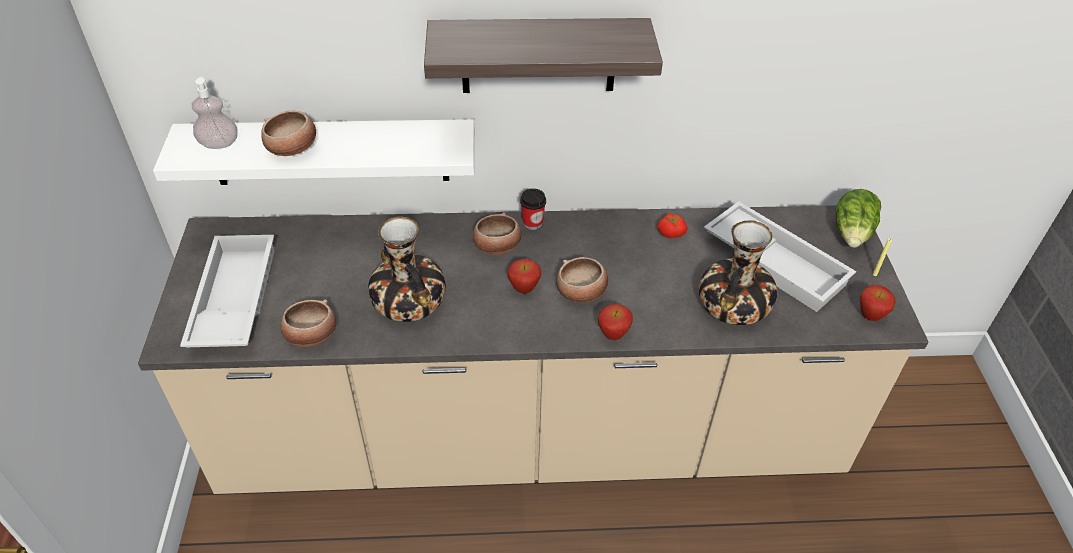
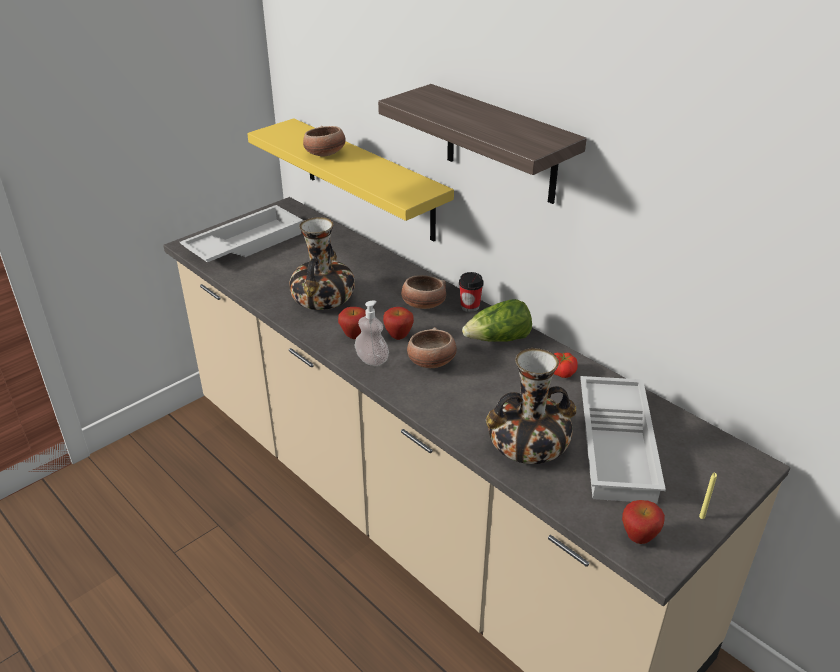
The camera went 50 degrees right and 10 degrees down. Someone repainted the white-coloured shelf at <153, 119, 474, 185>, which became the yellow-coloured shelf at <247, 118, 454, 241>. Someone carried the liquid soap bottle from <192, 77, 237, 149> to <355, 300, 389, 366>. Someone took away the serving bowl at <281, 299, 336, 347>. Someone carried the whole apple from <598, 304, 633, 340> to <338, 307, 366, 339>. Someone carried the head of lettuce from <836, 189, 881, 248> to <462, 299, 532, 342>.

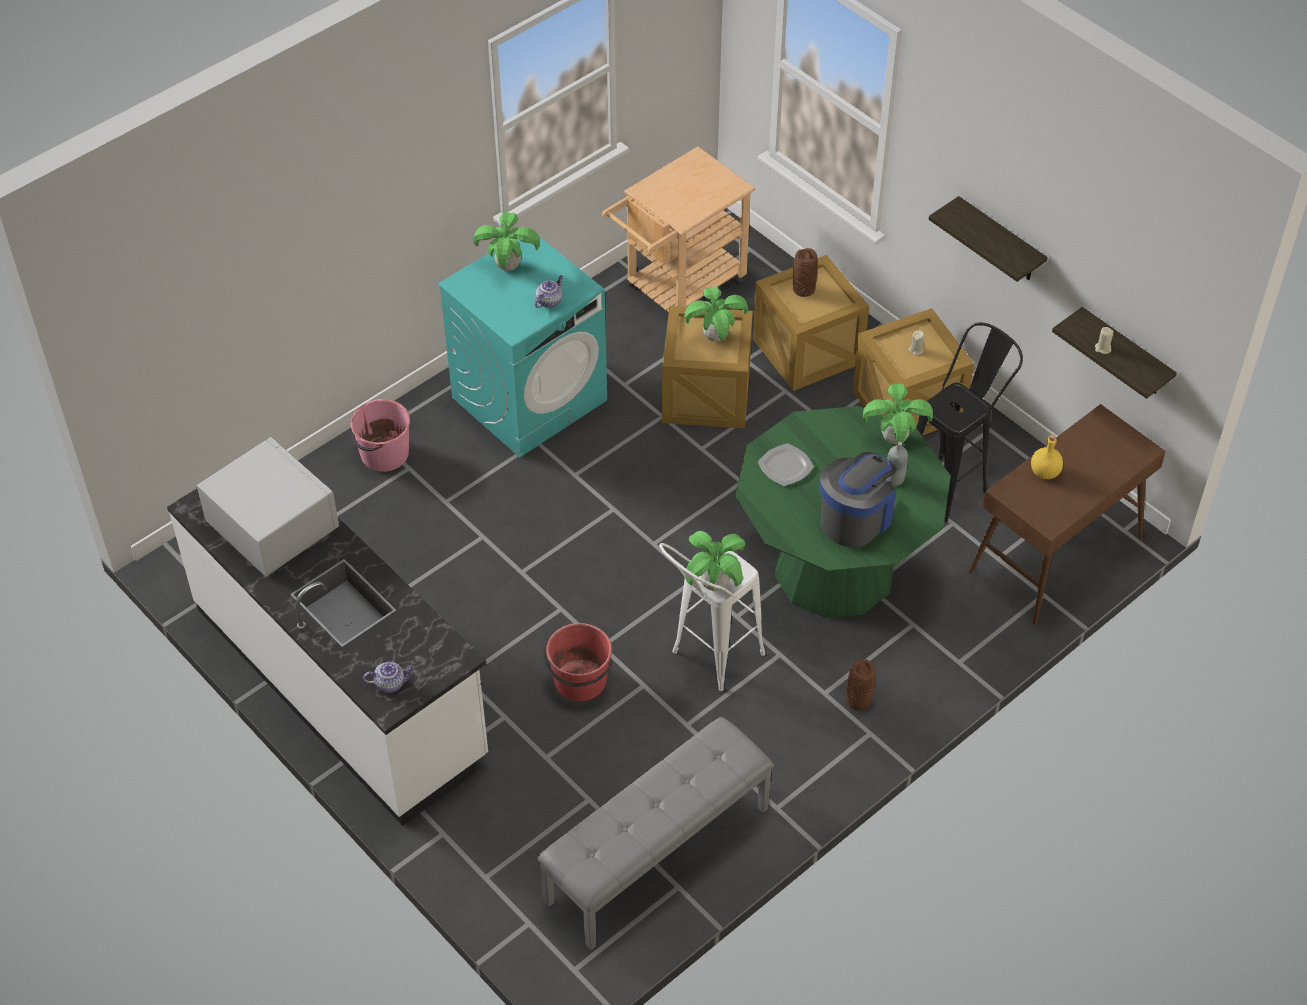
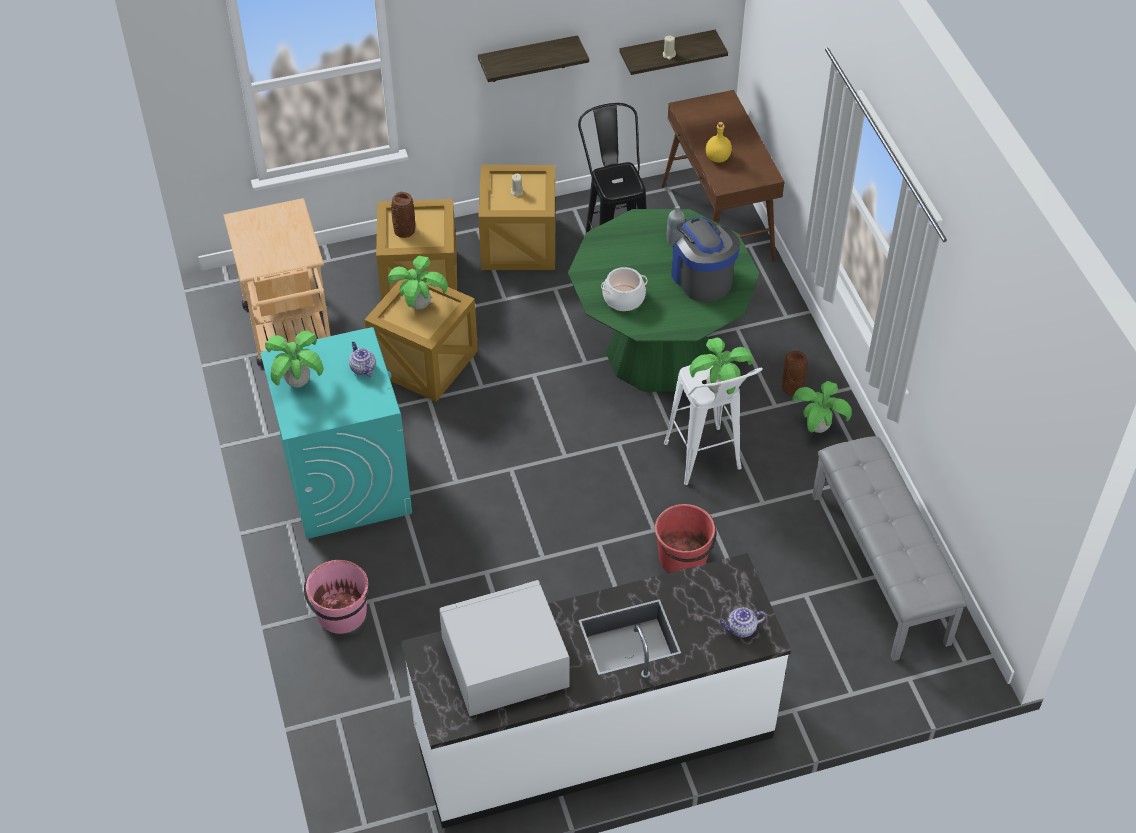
The camera went 65 degrees left and 0 degrees up. Someone rotated the pot for tea at <363, 662, 414, 693> by 120 degrees counterclockwise. Someone swapped the plate at <758, 443, 814, 486> for the saucepot at <601, 267, 647, 311>. Someone carried the potted plant from <863, 383, 933, 444> to <792, 381, 852, 433>.

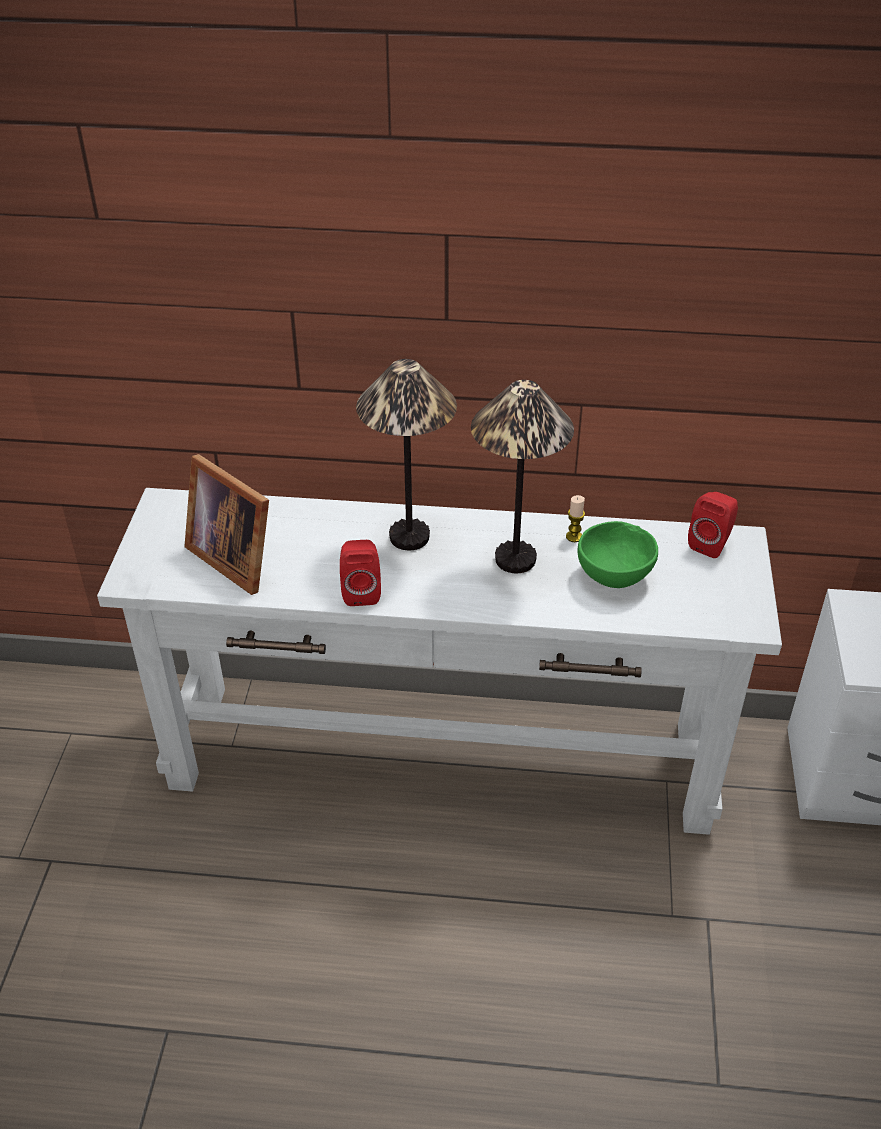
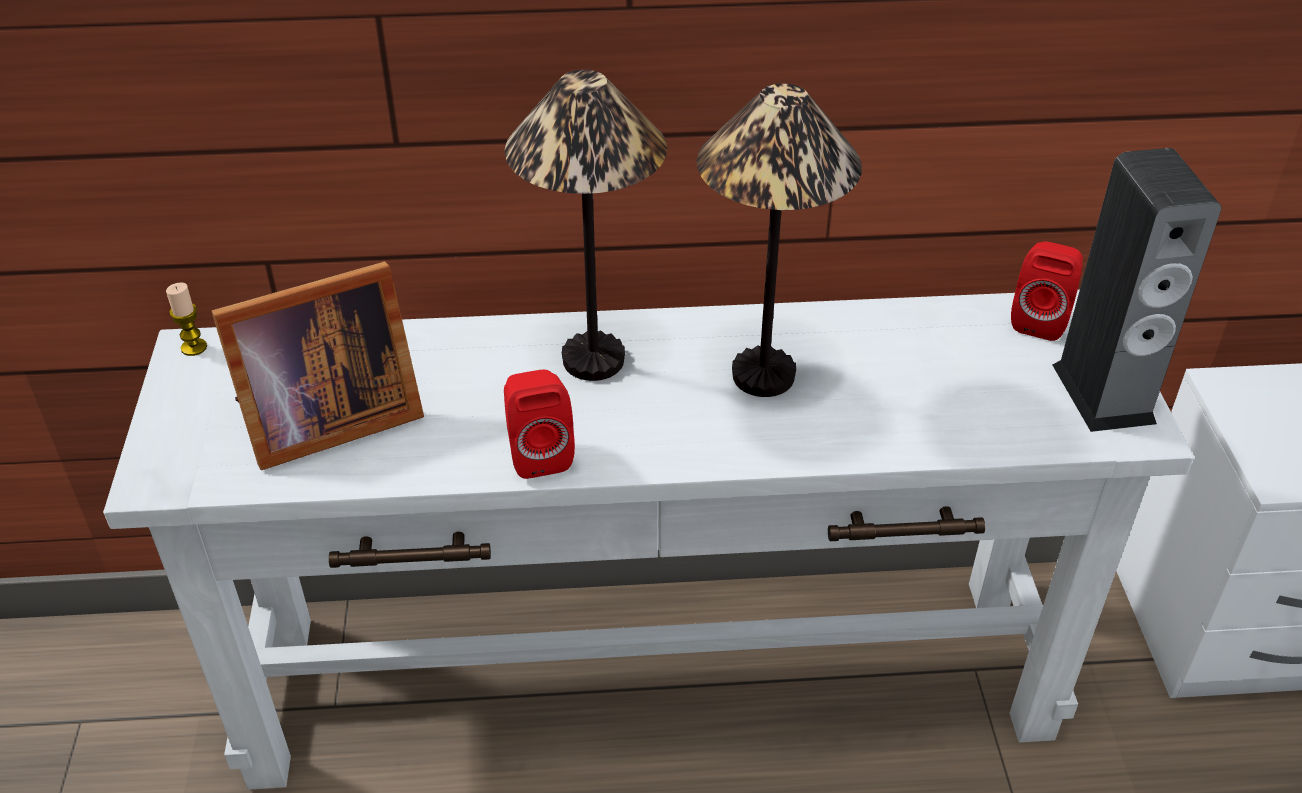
The camera went 10 degrees left and 0 degrees up. Someone rotated the picture frame at <184, 454, 269, 595> by 60 degrees counterclockwise. Someone carried the wax candle from <566, 495, 585, 542> to <166, 283, 207, 356>. Someone took away the green serving bowl at <578, 521, 658, 588>. Someone put down the speaker at <1053, 148, 1221, 432>.

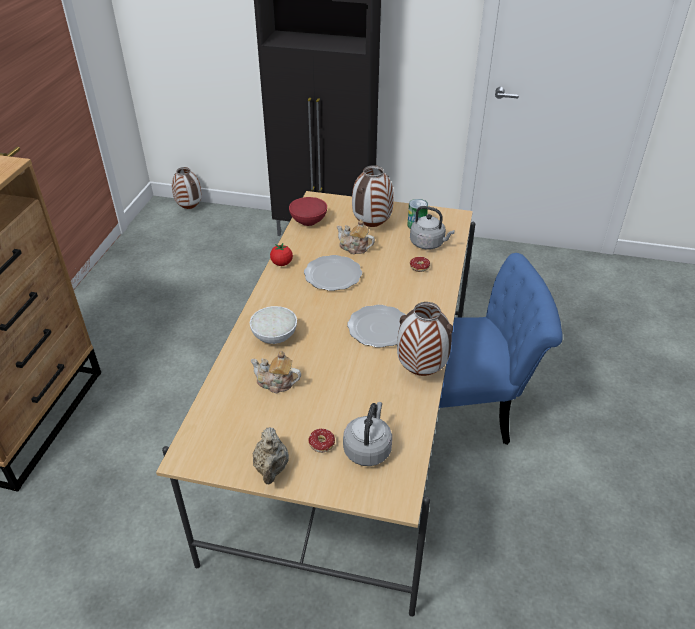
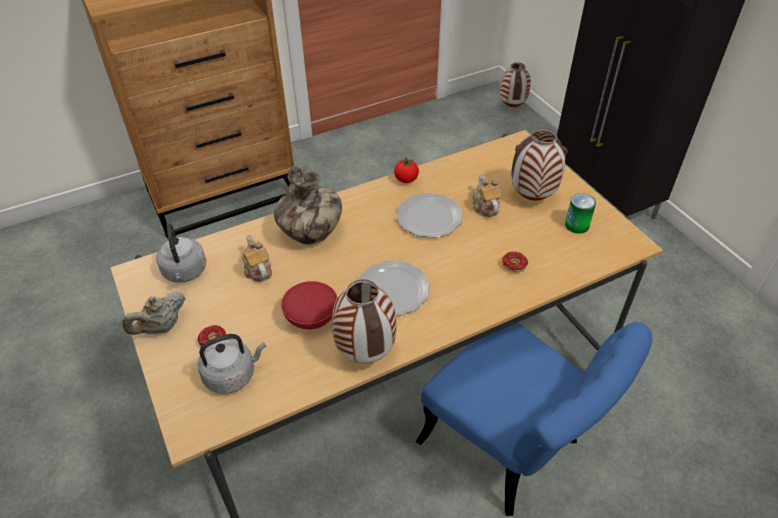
The camera went 50 degrees right and 5 degrees up. Someone swapped the white-coloured serving bowl at <250, 306, 297, 344> for the vase at <274, 165, 342, 245>. Someone carried the red-coloured serving bowl from <289, 197, 327, 226> to <281, 281, 337, 329>. Someone carried the grey kettle from <410, 206, 455, 250> to <156, 223, 206, 283>.

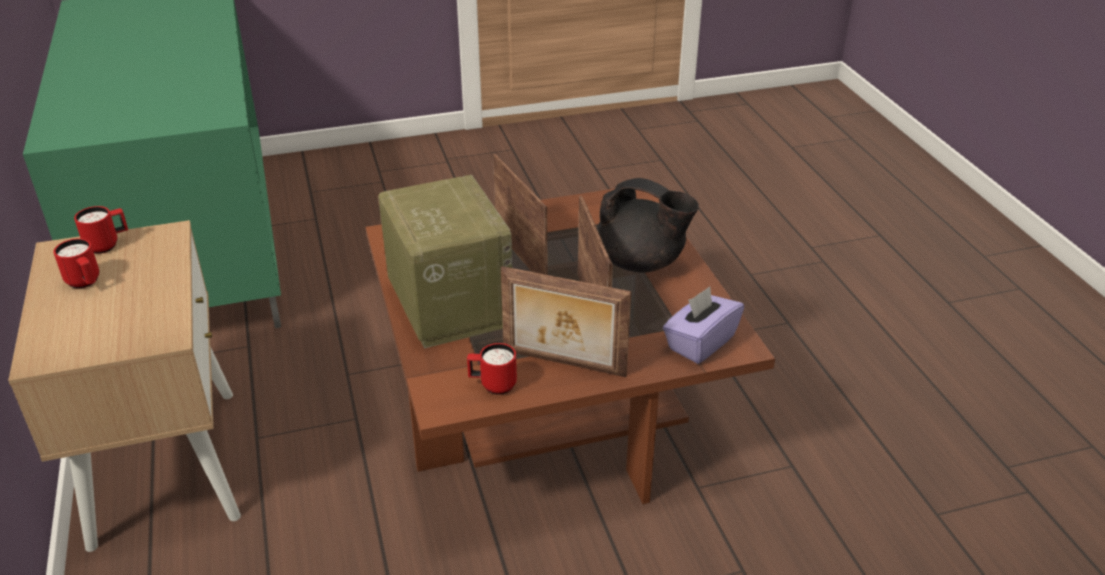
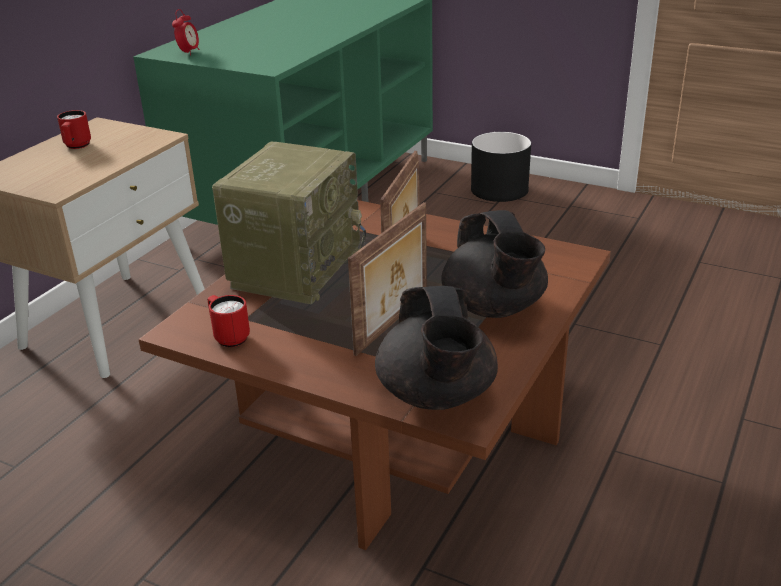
The camera went 45 degrees right and 5 degrees down. Someone took away the red-coloured mug at <74, 206, 128, 254>. Someone took away the picture frame at <501, 266, 631, 377>. Someone swapped the purple tissue box at <663, 286, 744, 364> for the black pot for tea at <375, 286, 498, 410>. Someone put down the table clock at <172, 9, 199, 56>. Someone put down the black planter at <471, 132, 531, 202>.

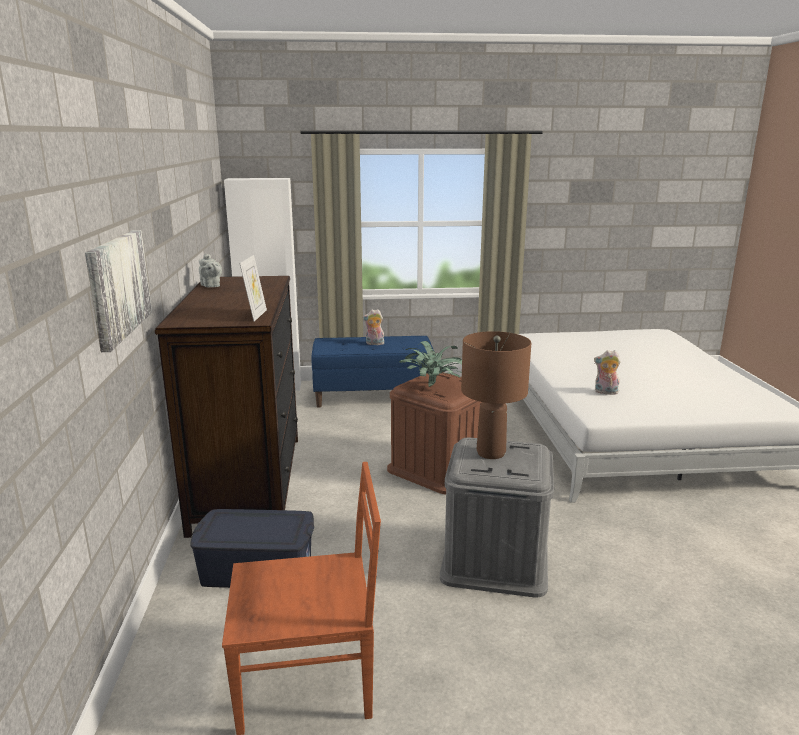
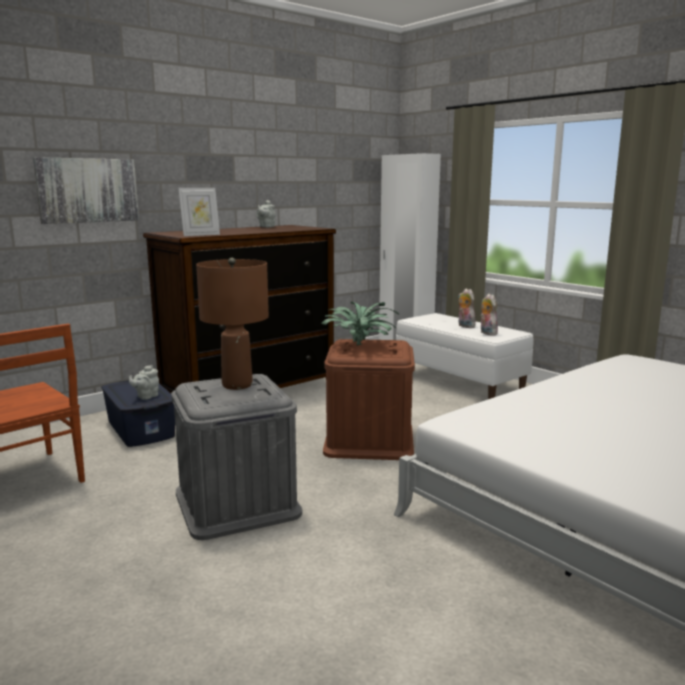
The camera went 55 degrees right and 5 degrees down. Someone repainted the bluish long seat at <311, 336, 434, 407>, which became the white-coloured long seat at <396, 313, 534, 399>. Someone carried the soft toy from <594, 350, 621, 395> to <480, 294, 498, 336>. Someone put down the grey pot for tea at <129, 365, 159, 400>.

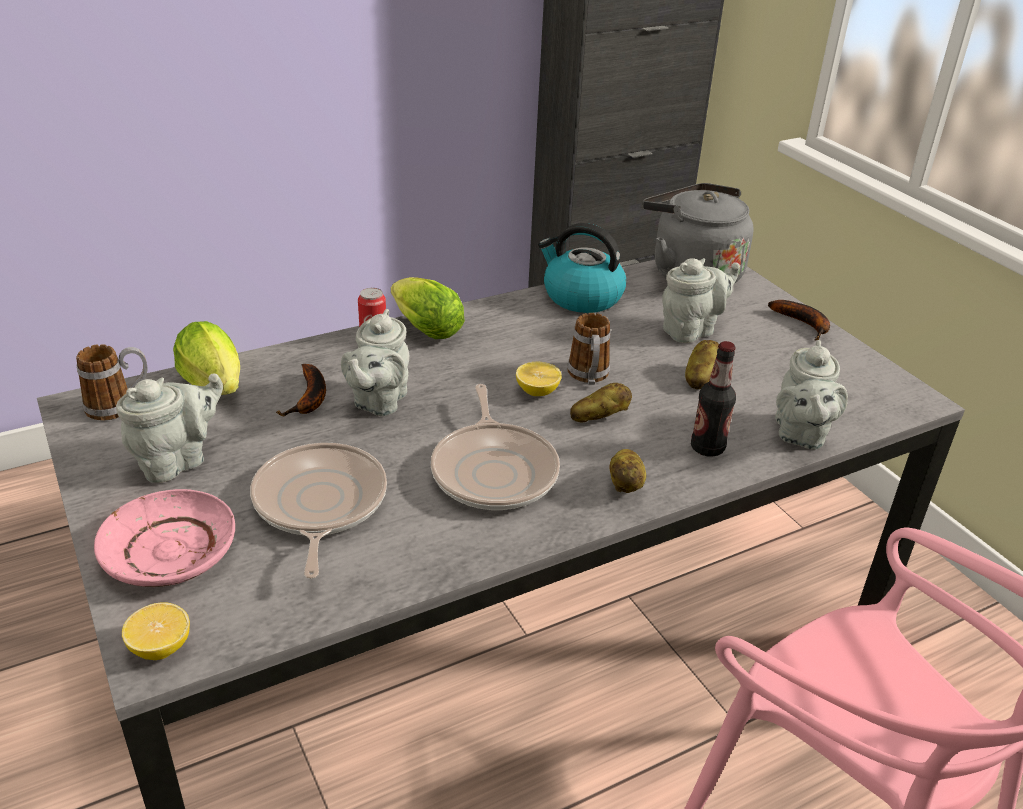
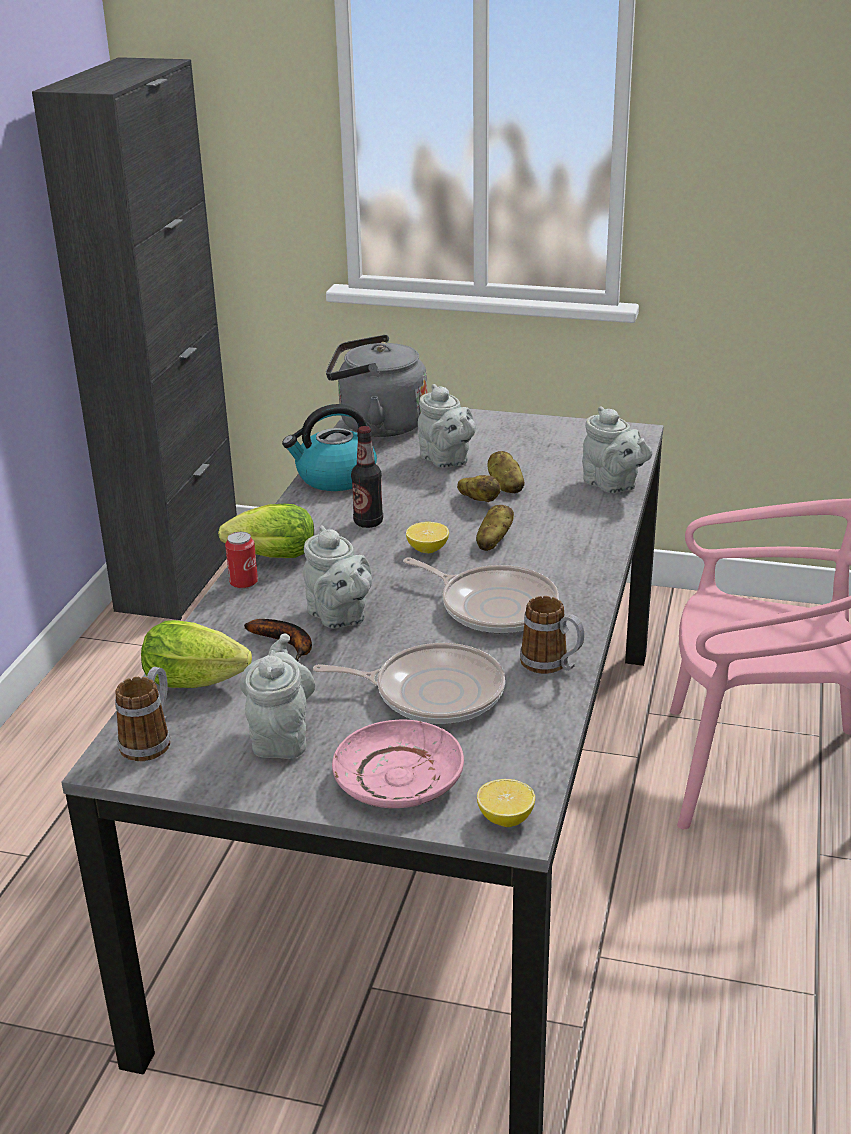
The camera went 45 degrees left and 5 degrees down. Someone rotated the pan at <250, 443, 387, 579> by 150 degrees clockwise. Someone carried the mug from <567, 313, 610, 385> to <520, 596, 584, 674>. Someone carried the whole potato from <609, 449, 646, 493> to <457, 475, 501, 502>. Someone rotated the grey pot for tea at <662, 258, 740, 343> by 135 degrees clockwise. Someone carried the beverage bottle from <691, 341, 736, 457> to <351, 426, 383, 528>. Someone took away the banana fruit at <768, 300, 830, 341>.

